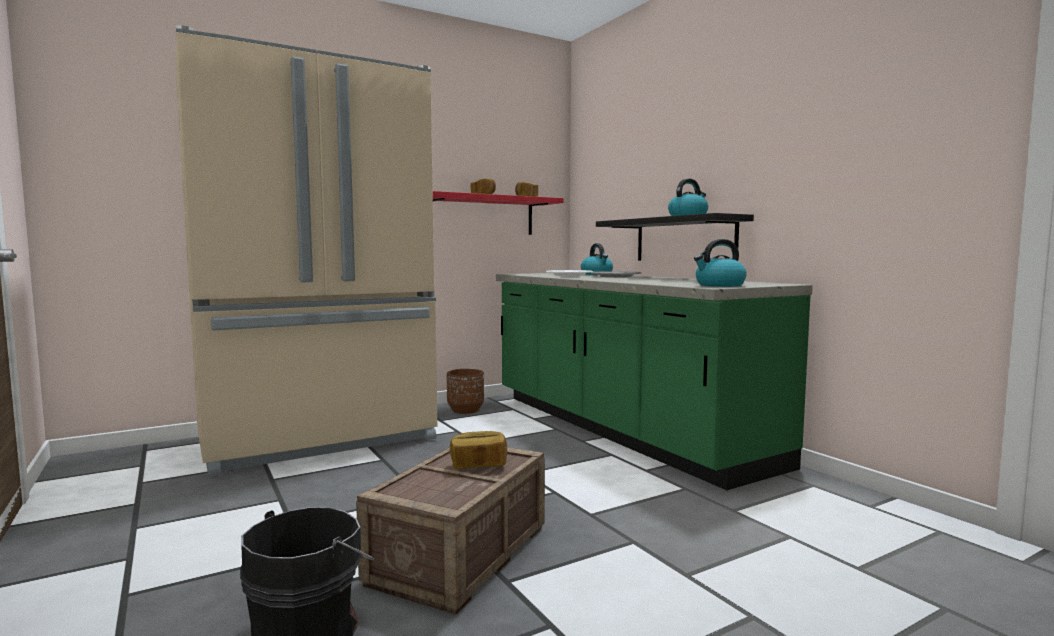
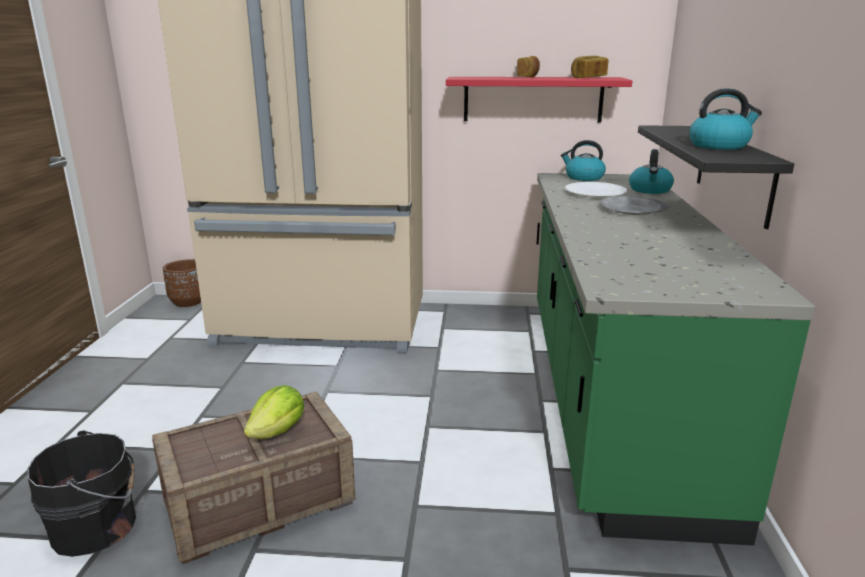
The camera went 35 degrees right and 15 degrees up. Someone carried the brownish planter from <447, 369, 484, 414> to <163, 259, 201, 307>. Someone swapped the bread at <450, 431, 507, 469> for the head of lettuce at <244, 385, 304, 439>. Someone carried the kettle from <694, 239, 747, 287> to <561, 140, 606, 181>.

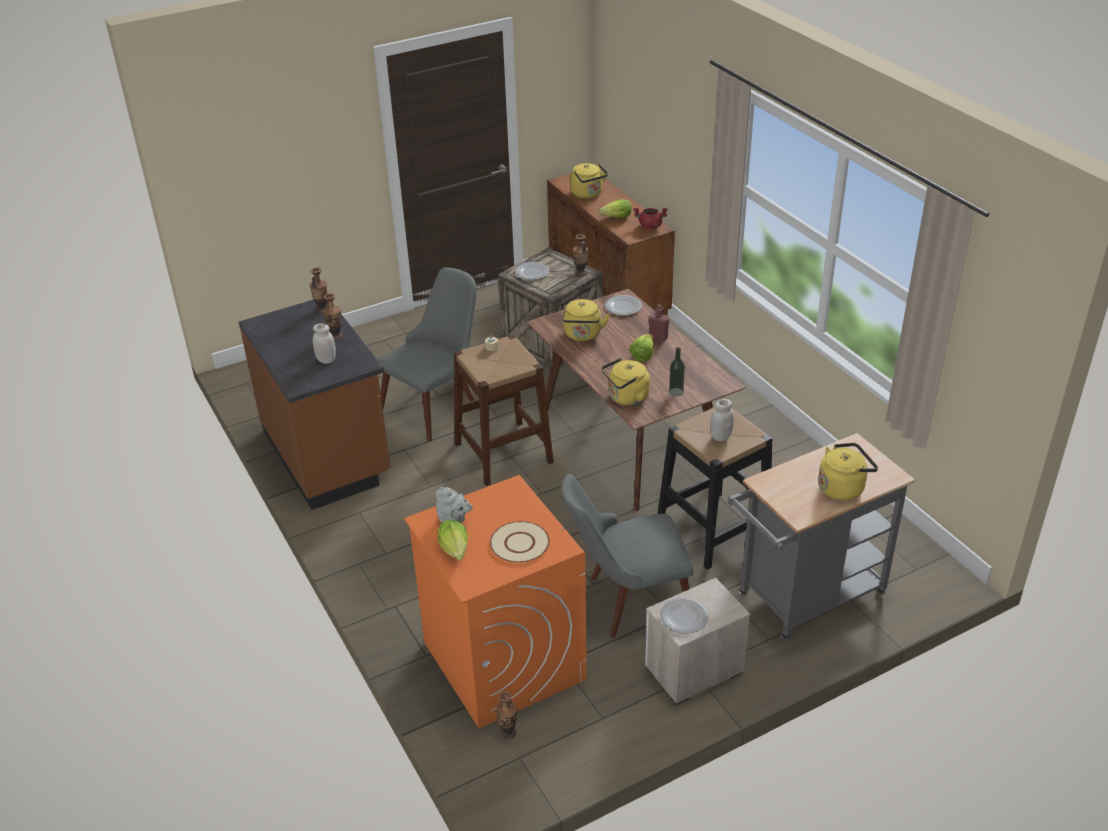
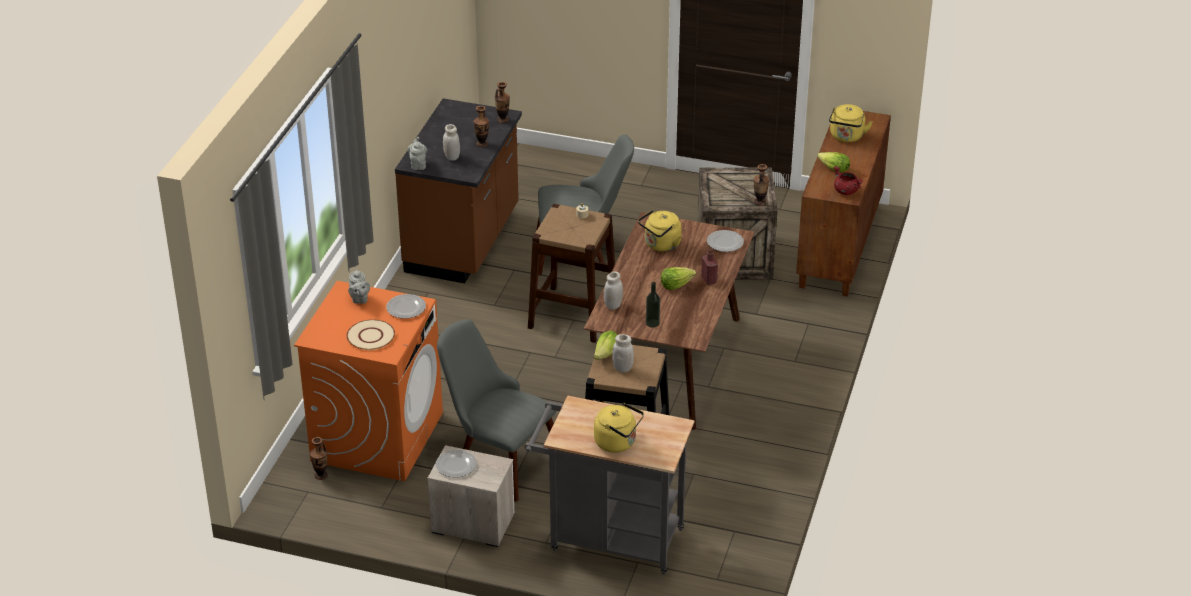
The camera went 45 degrees right and 0 degrees up. Someone carried the head of lettuce from <438, 520, 468, 560> to <594, 331, 618, 360>. Someone carried the plate from <515, 262, 549, 280> to <386, 294, 426, 319>. Someone swapped the yellow-coloured kettle at <601, 358, 650, 406> for the white-coloured jar at <604, 272, 623, 310>. Someone put down the grey pot for tea at <407, 137, 427, 170>.

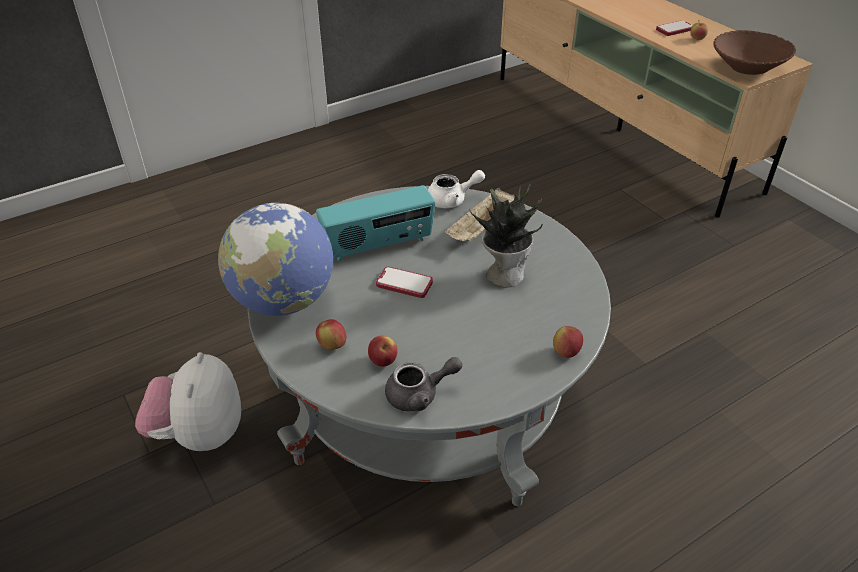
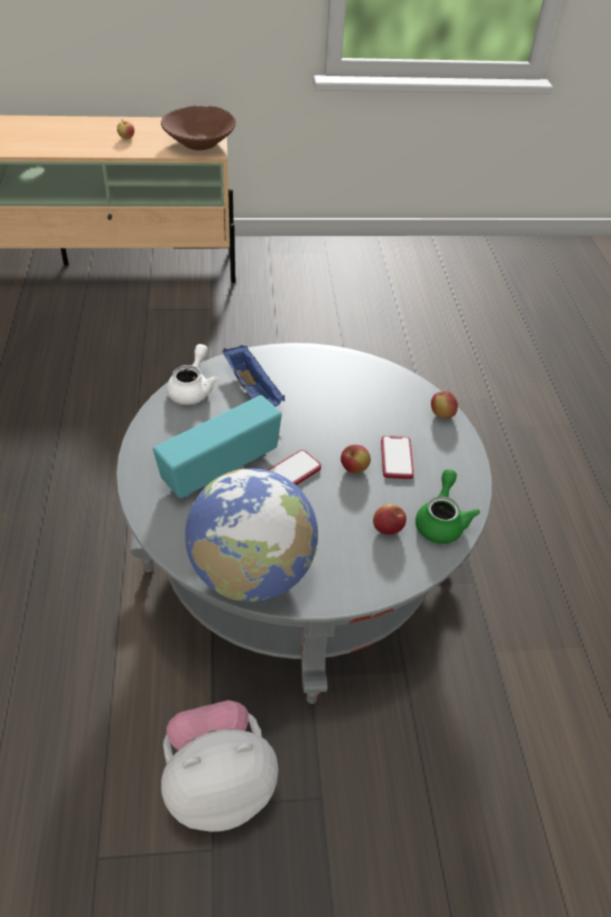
The camera went 65 degrees left and 5 degrees up. Someone rotated the soft toy at <135, 352, 241, 451> by 135 degrees clockwise. Someone rotated the radio receiver at <316, 185, 435, 261> by 135 degrees counterclockwise. Someone carried the whole apple from <316, 319, 346, 350> to <341, 445, 371, 473>. Someone repainted the grey pot for tea at <385, 357, 462, 412>, which became the green pot for tea at <415, 469, 480, 544>. Someone repainted the beige-coloured tray at <445, 188, 515, 242>, which became the bluish tray at <223, 345, 285, 407>. Someone took away the potted plant at <469, 184, 543, 288>. Someone carried the handset from <656, 20, 693, 36> to <381, 436, 414, 479>.

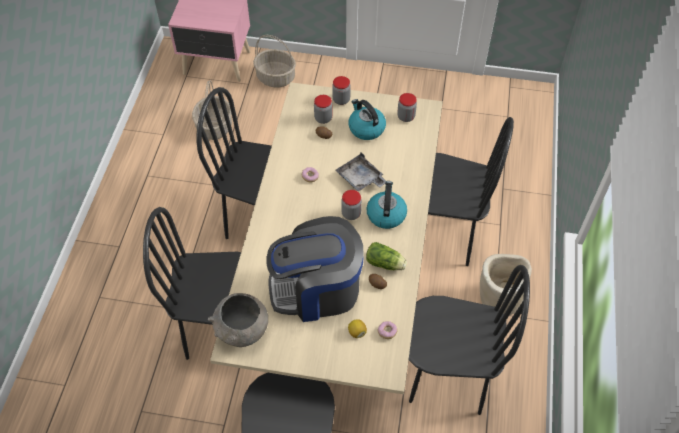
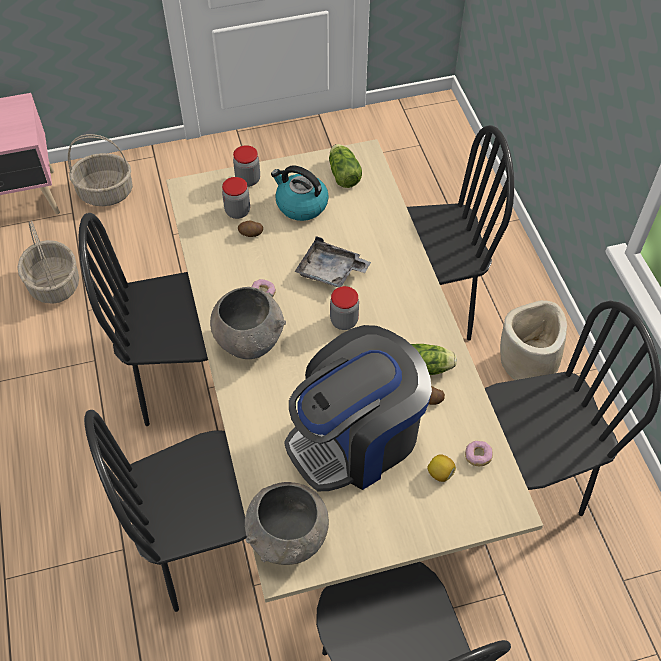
The camera went 25 degrees left and 0 degrees up. Someone took away the kettle at <367, 181, 407, 229>. Someone swapped the jar at <397, 93, 417, 122> for the head of lettuce at <329, 144, 362, 188>. Someone put down the grey serving bowl at <210, 287, 286, 359>.

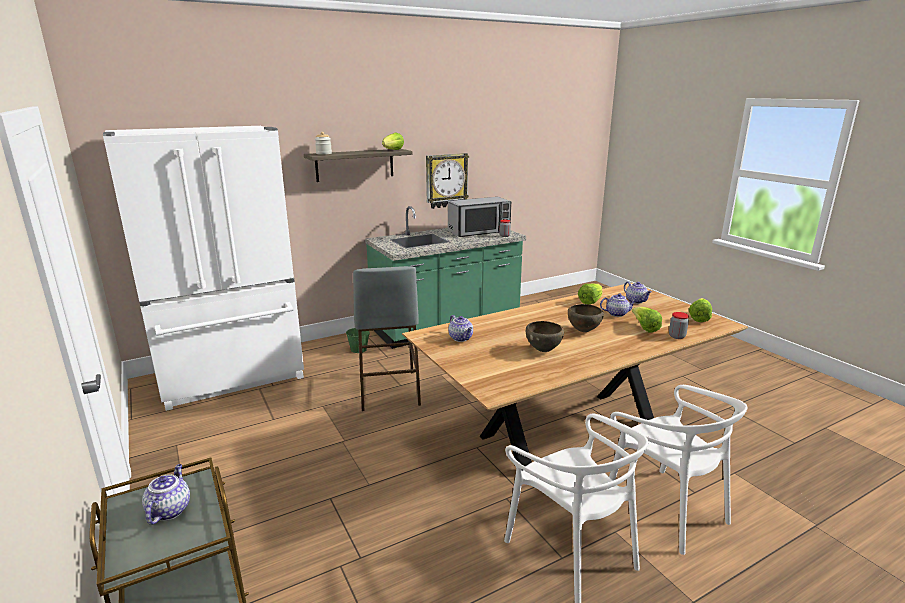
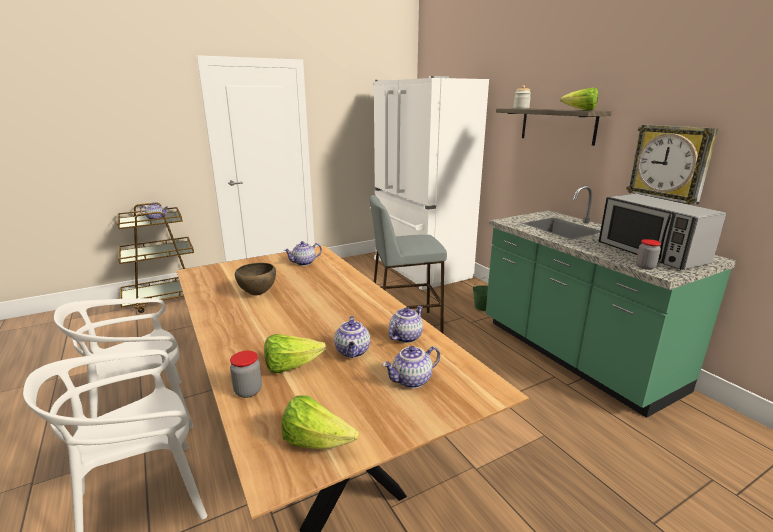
The camera went 90 degrees right and 0 degrees up. Someone took away the brownish serving bowl at <568, 304, 604, 332>. Someone swapped the head of lettuce at <578, 284, 603, 304> for the pot for tea at <388, 306, 423, 343>.

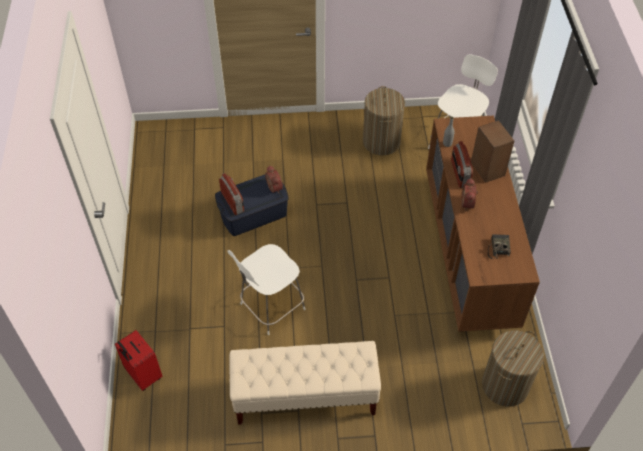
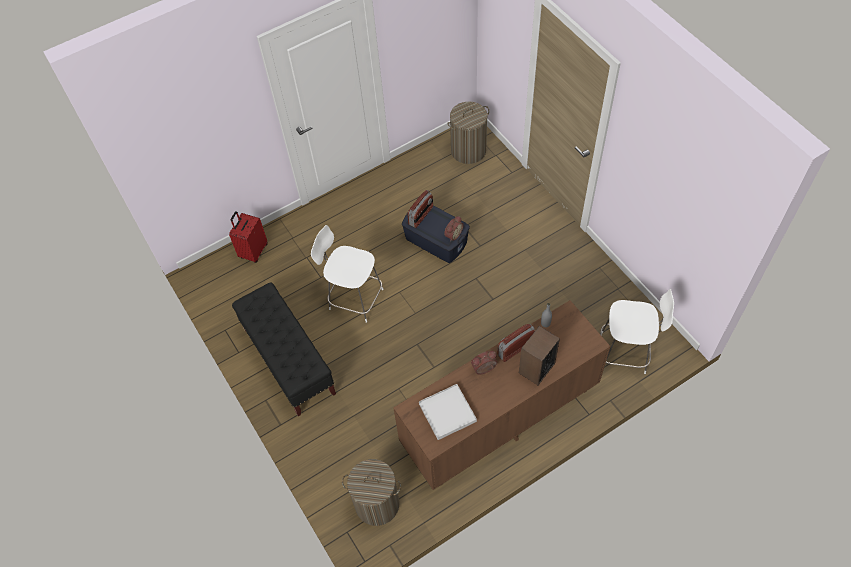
The camera went 65 degrees right and 5 degrees up. Someone repainted the beige-coloured long seat at <229, 341, 381, 425>, which became the black long seat at <232, 283, 336, 416>. Someone carried the hamper from <363, 86, 405, 155> to <447, 101, 489, 164>. Someone swapped the radio receiver at <488, 234, 511, 259> for the white-coloured tray at <419, 384, 477, 440>.

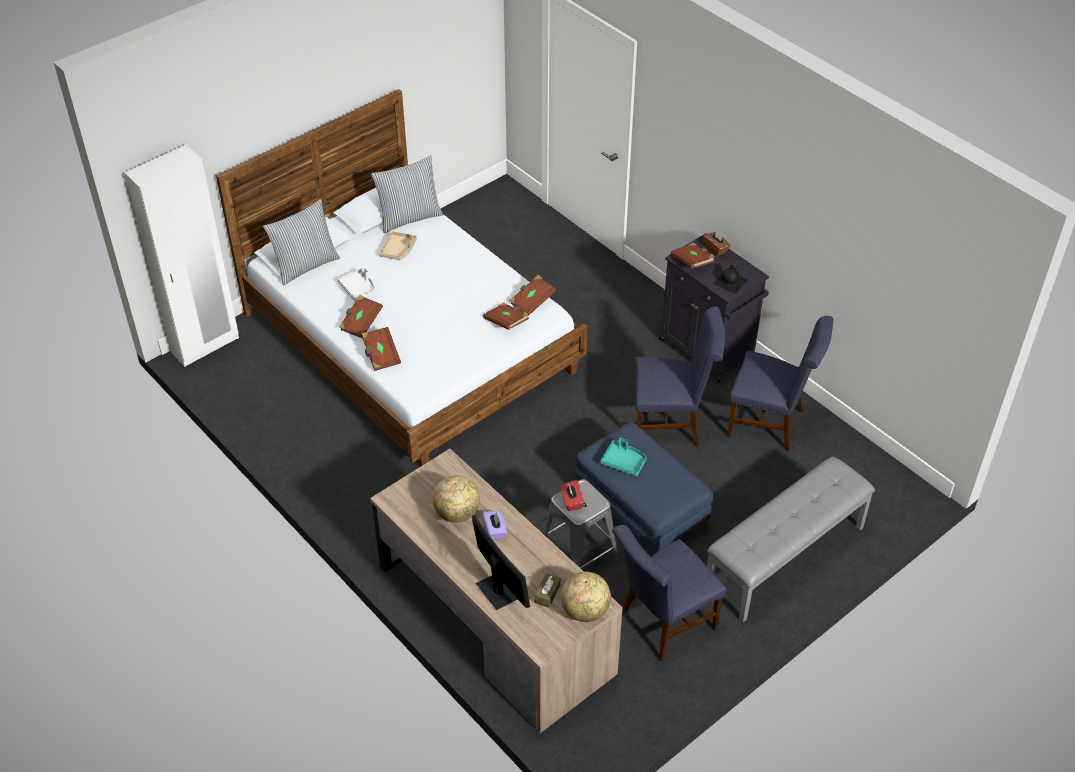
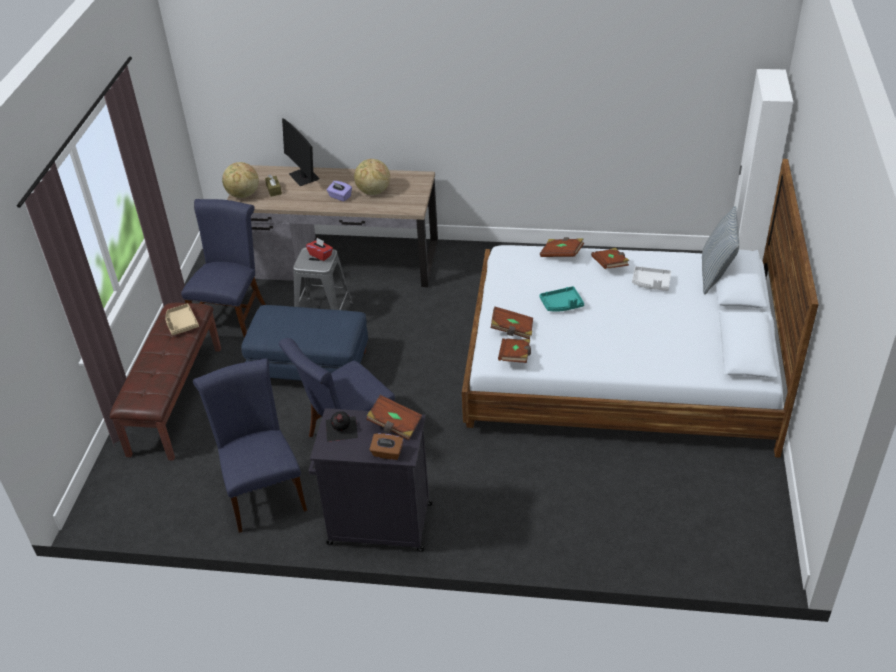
The camera went 140 degrees right and 5 degrees down. Someone took away the pillow at <371, 155, 443, 233>. Someone carried the beige-coloured tray from <380, 231, 417, 260> to <165, 303, 199, 335>. Someone rotated the computer display at <472, 514, 530, 610> by 45 degrees clockwise. Someone carried the turquoise tray from <600, 437, 647, 476> to <540, 286, 584, 312>. Someone repainted the grey long seat at <707, 456, 875, 622>, which became the brownish long seat at <110, 303, 221, 461>. Someone rotated the bluish plain chair at <727, 316, 833, 452> by 90 degrees clockwise.

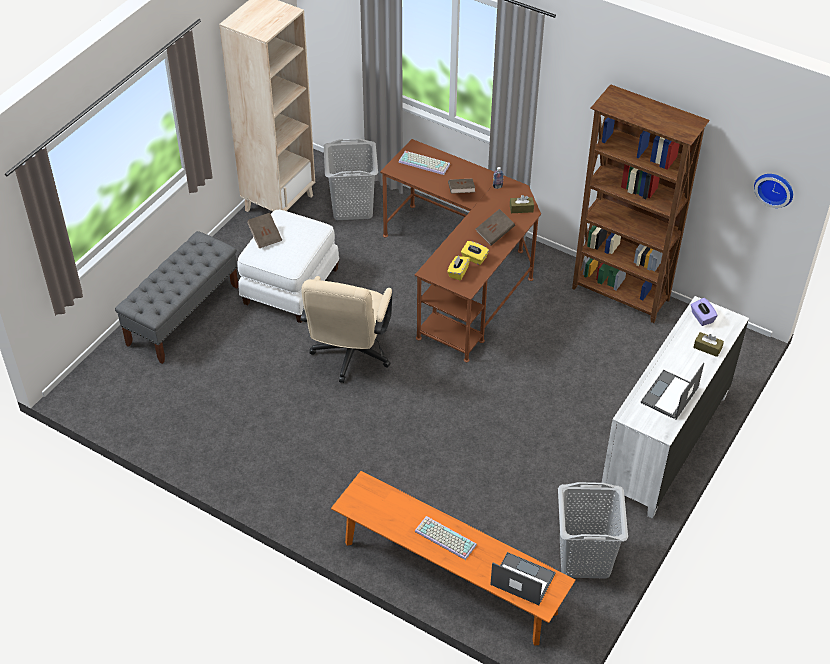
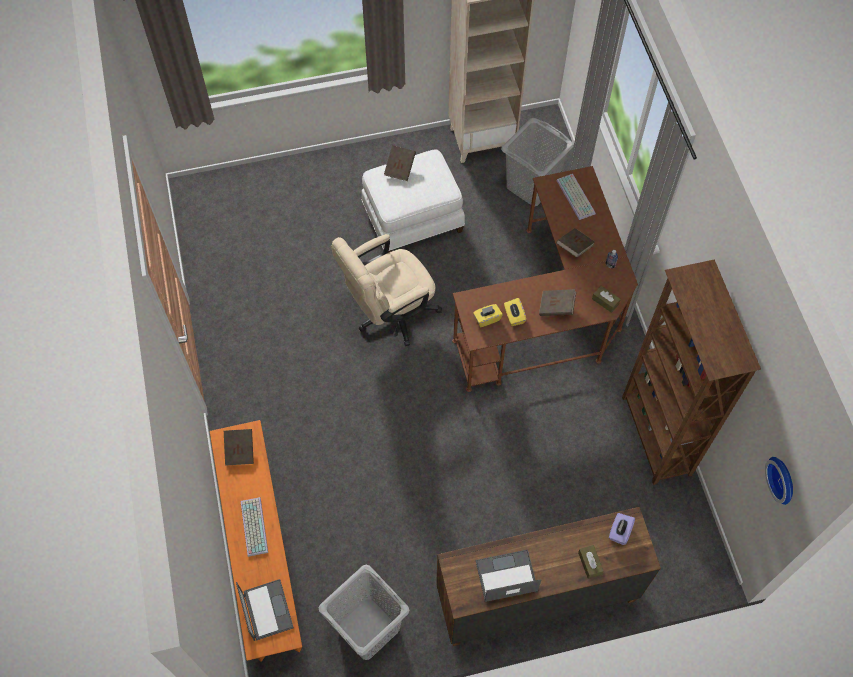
The camera went 45 degrees right and 15 degrees up. Someone took away the grey long seat at <115, 231, 239, 364>. Someone repainted the white-coloured chest of drawers at <602, 296, 749, 518>, which became the brownish chest of drawers at <436, 507, 661, 646>. Someone put down the brownish bound book at <224, 429, 254, 466>.

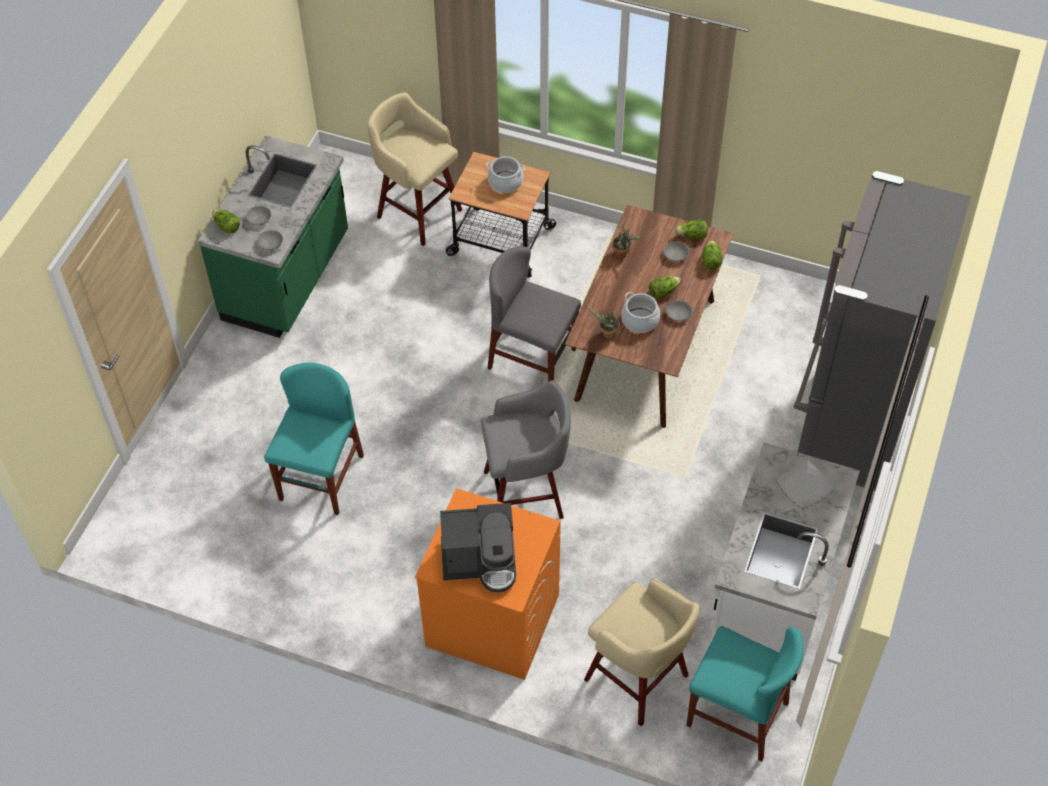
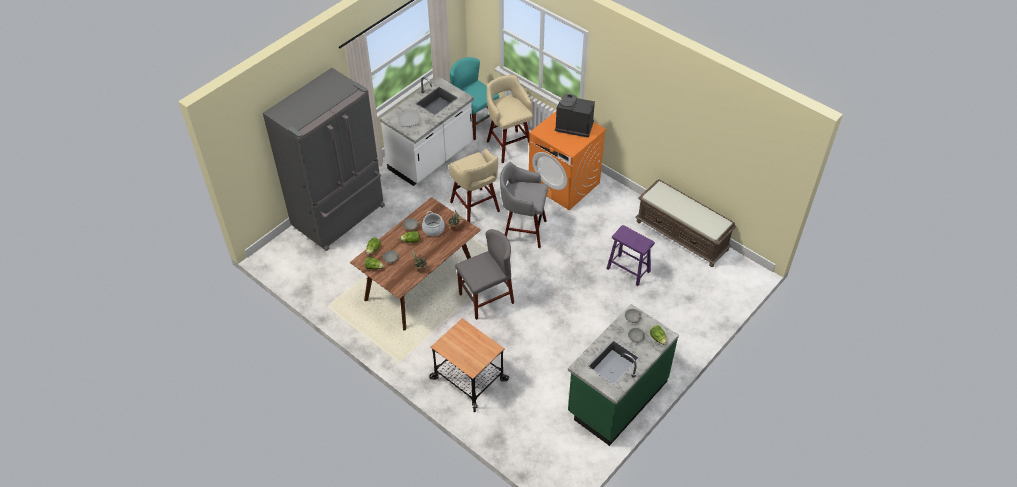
The camera went 160 degrees left and 5 degrees down. Someone swapped the turquoise plain chair at <264, 363, 364, 515> for the purple stool at <607, 225, 655, 286>. Someone carried the beige-coloured stool from <368, 92, 462, 246> to <449, 149, 500, 222>. Someone took away the saucepot at <486, 156, 525, 193>. Someone rotated the grey plain chair at <488, 246, 581, 382> by 75 degrees counterclockwise. Someone put down the brownish long seat at <635, 179, 737, 267>.

